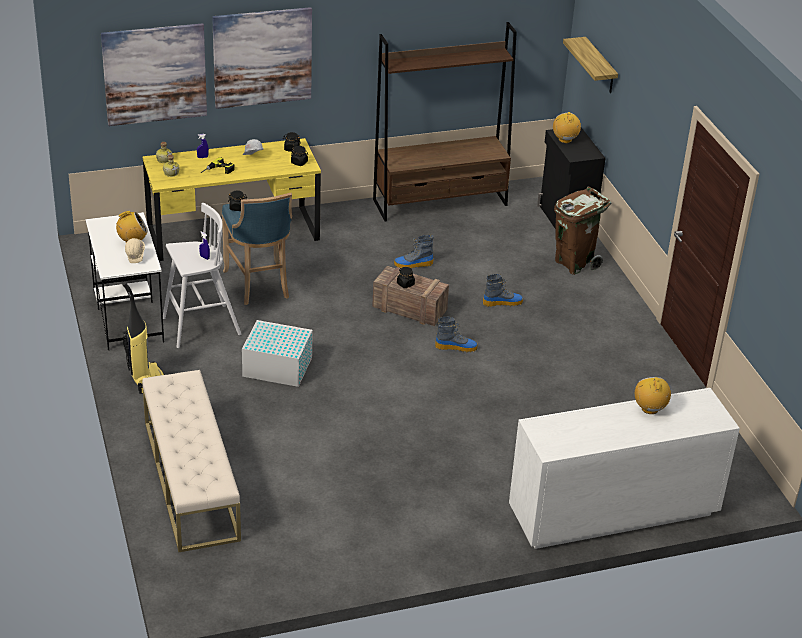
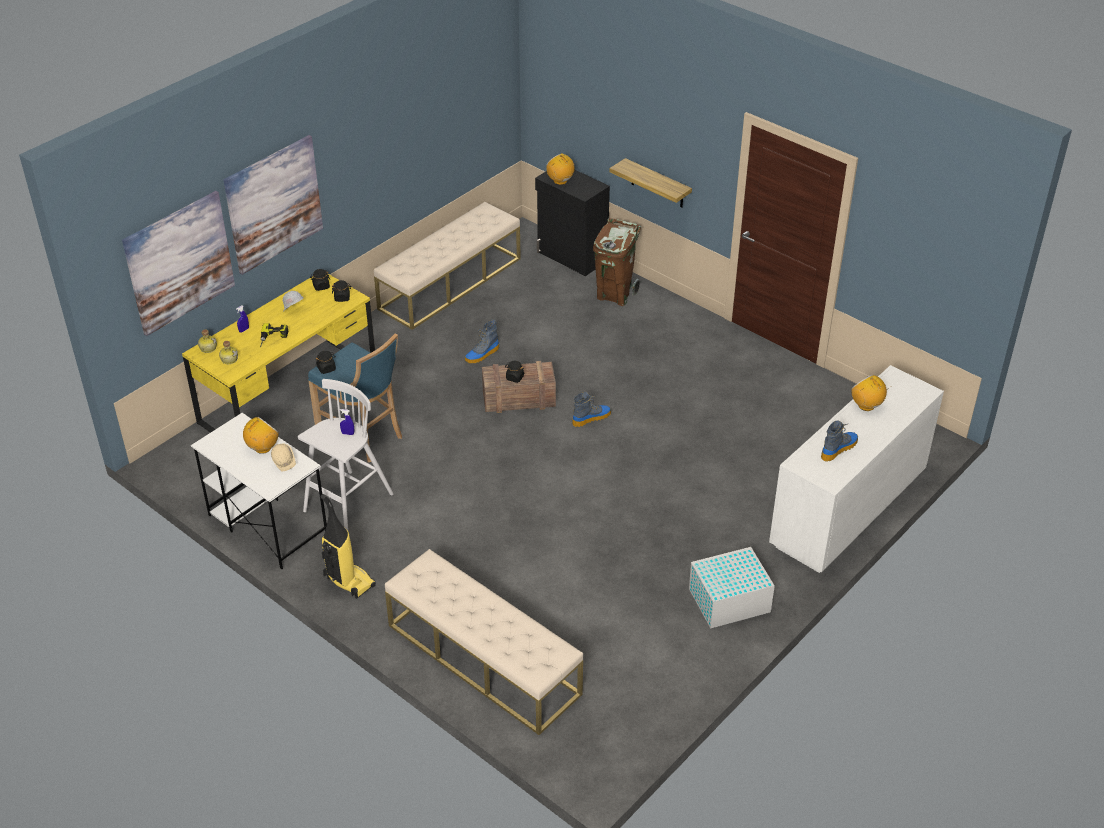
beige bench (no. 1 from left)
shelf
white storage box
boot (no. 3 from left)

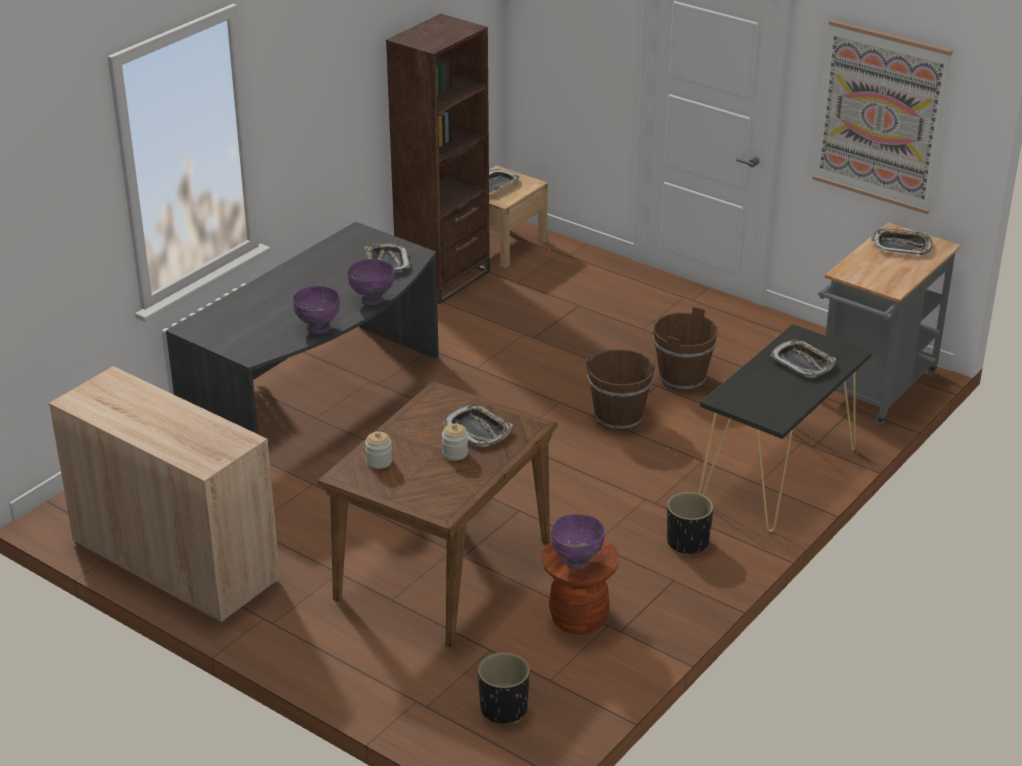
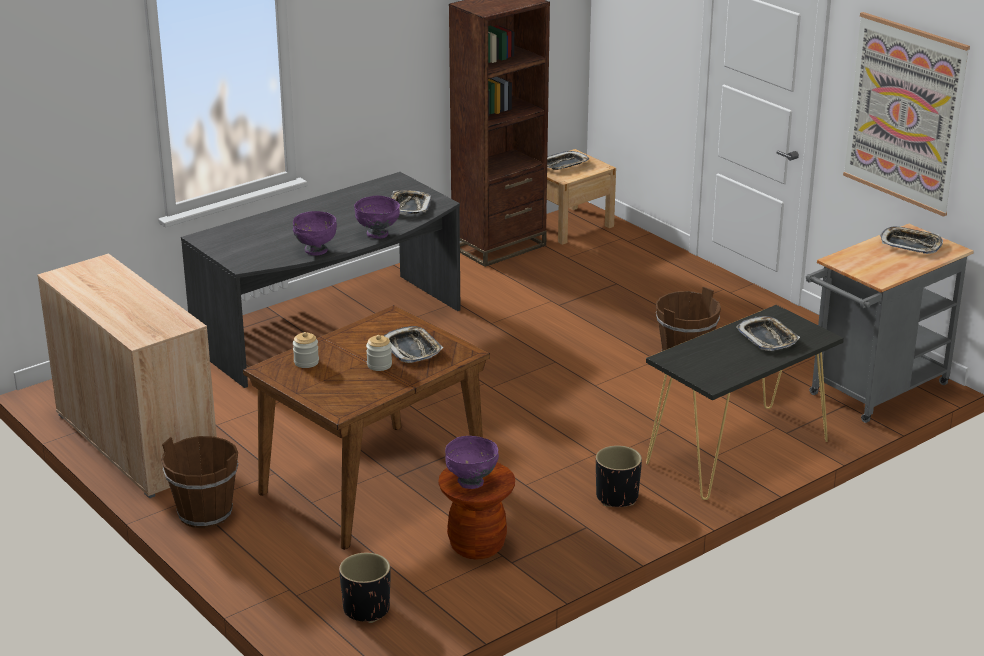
brown bucket (no. 1 from left)

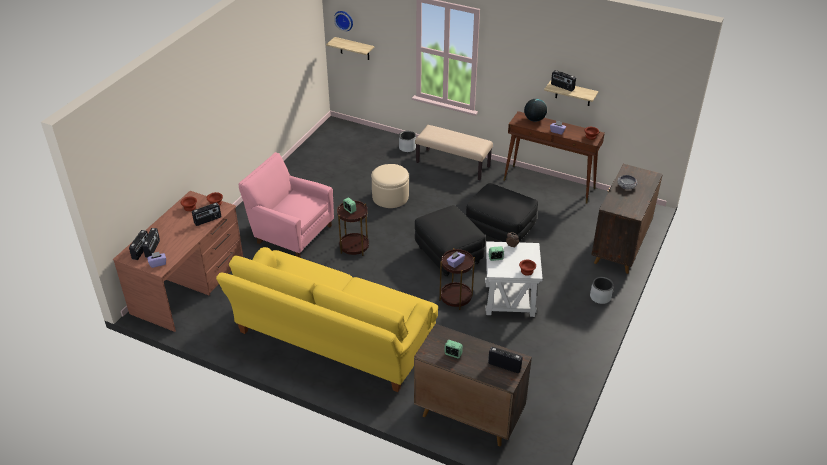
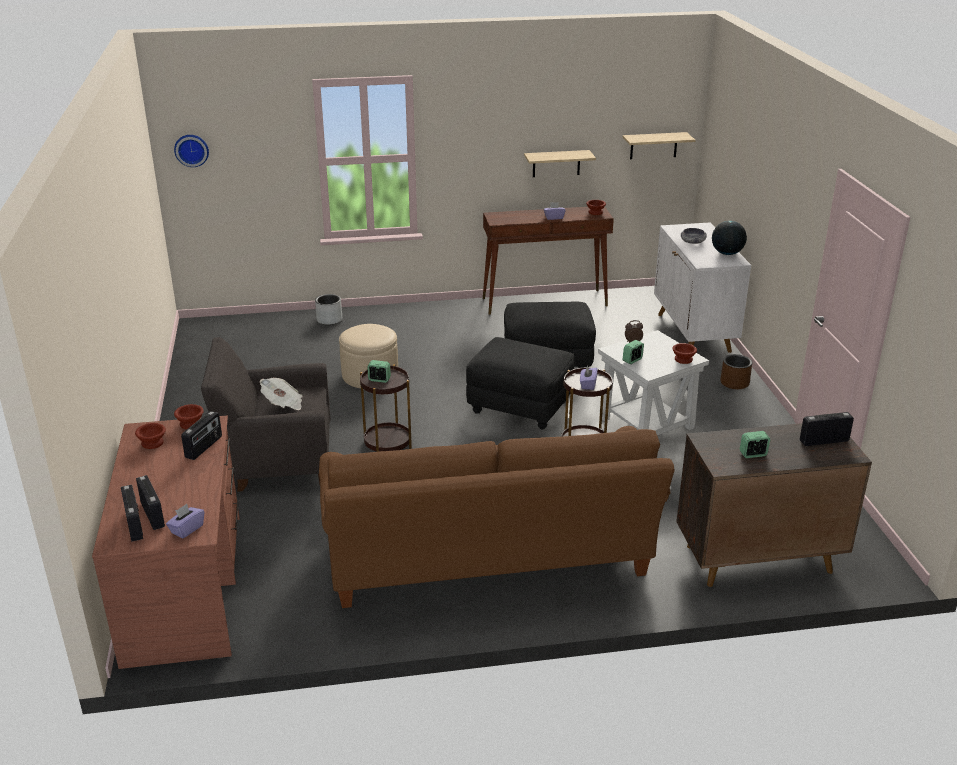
grey armchair
newspaper
brown sofa
shelf (no. 2 from left)
white cabinet
globe
brown planter
beige bench
radio (no. 5 from left in the first image)

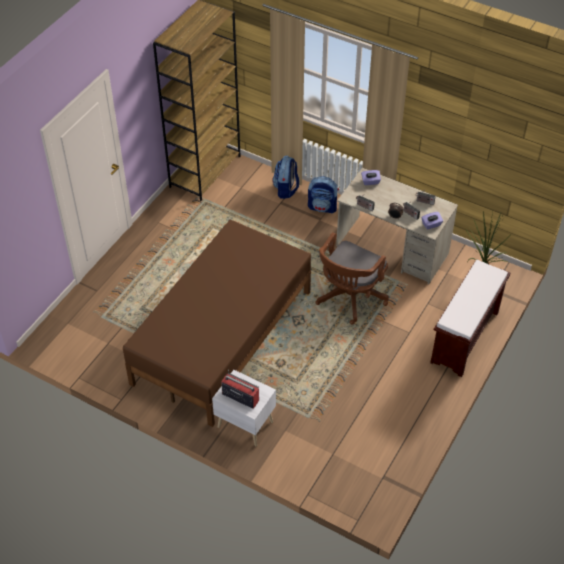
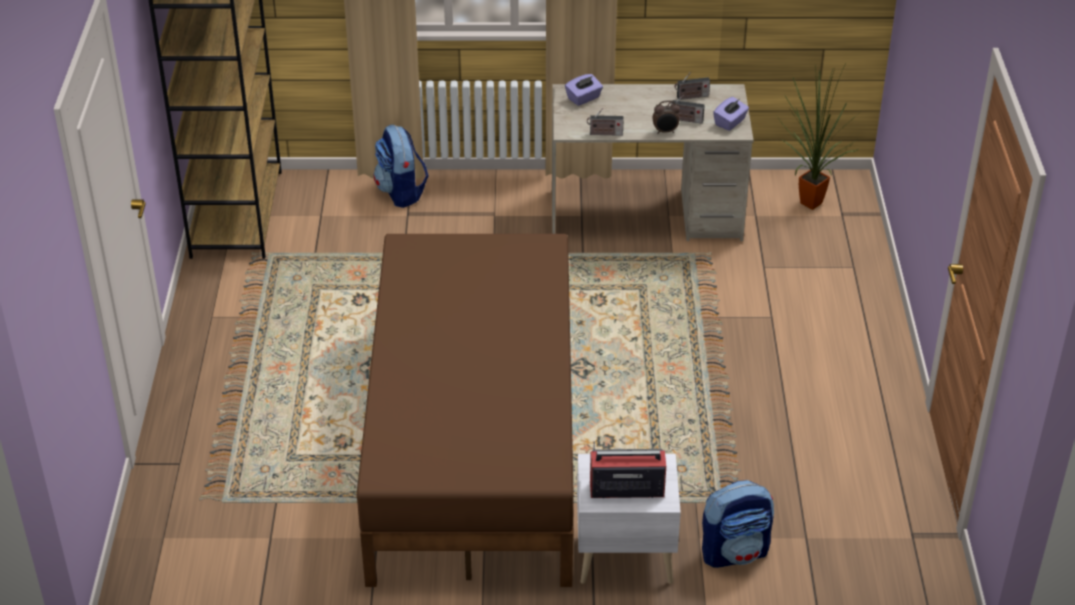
backpack (no. 2 from left)
brown office chair
brown bench

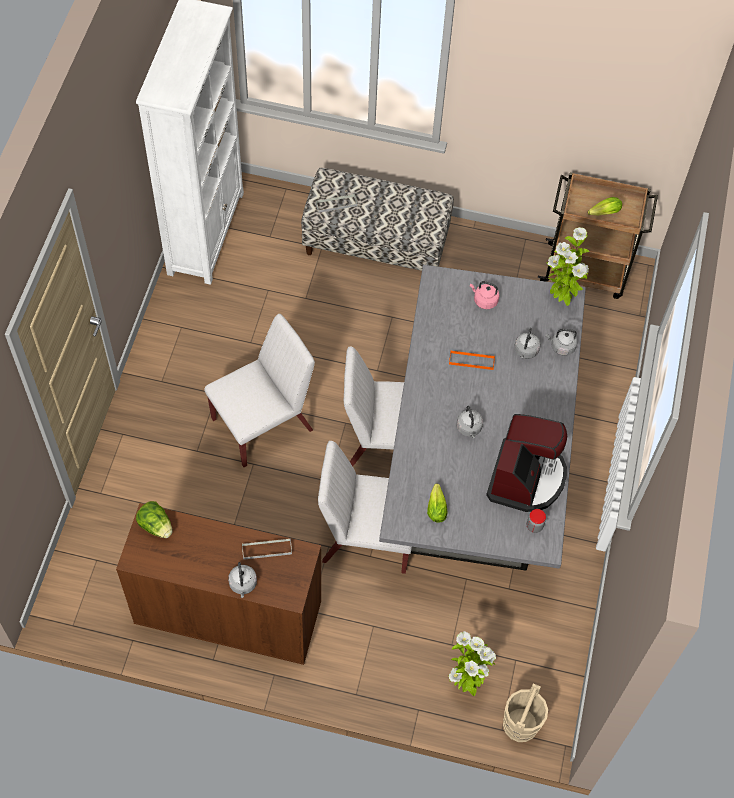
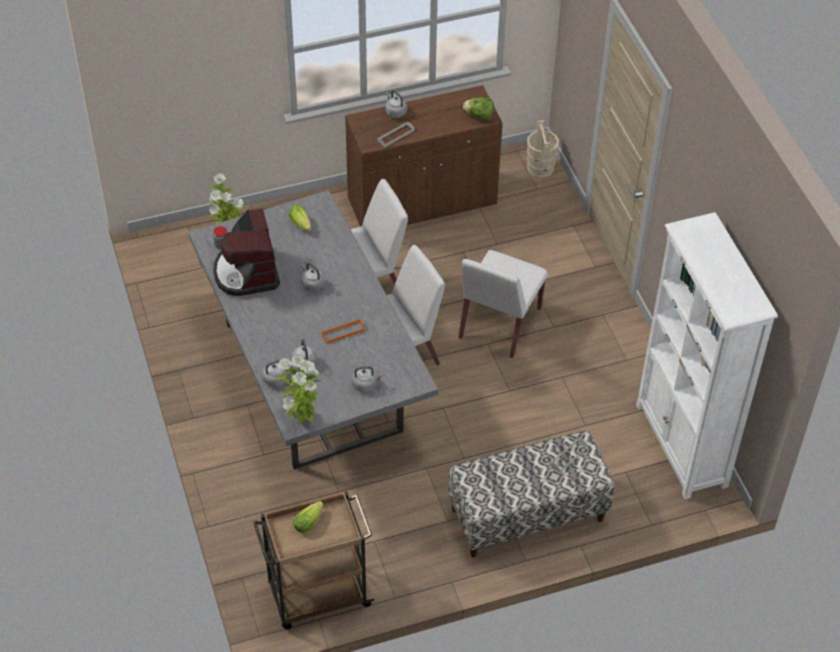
grey kettle (no. 4 from left)
beige bucket

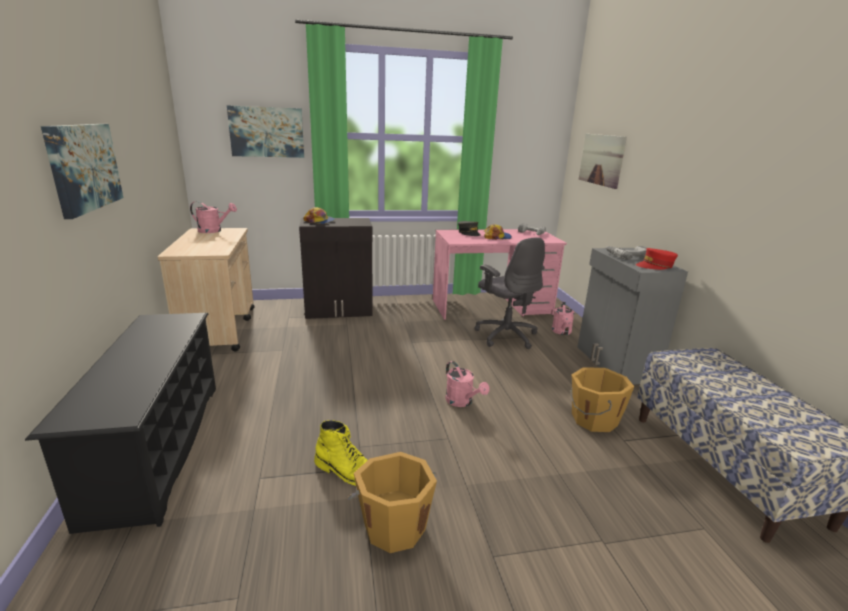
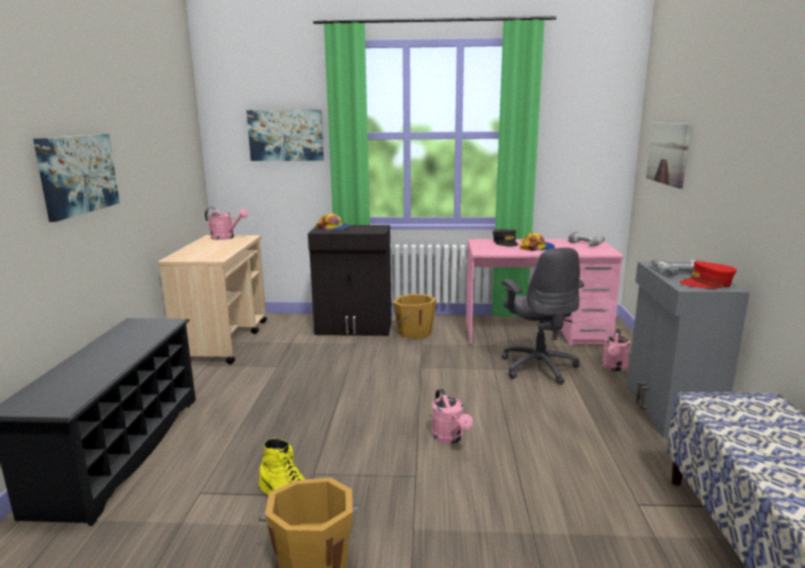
orange bucket (no. 2 from left)

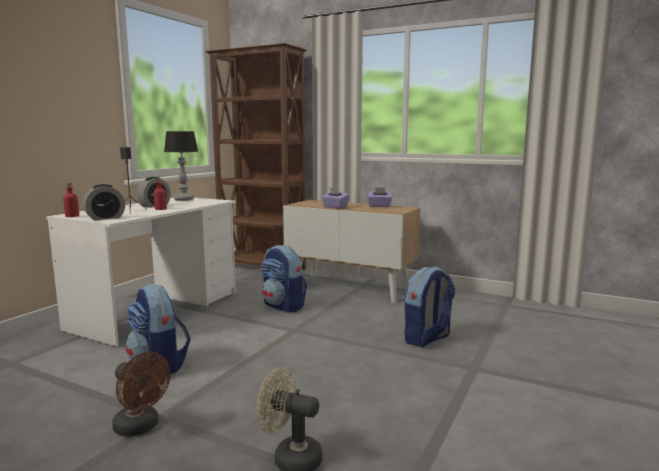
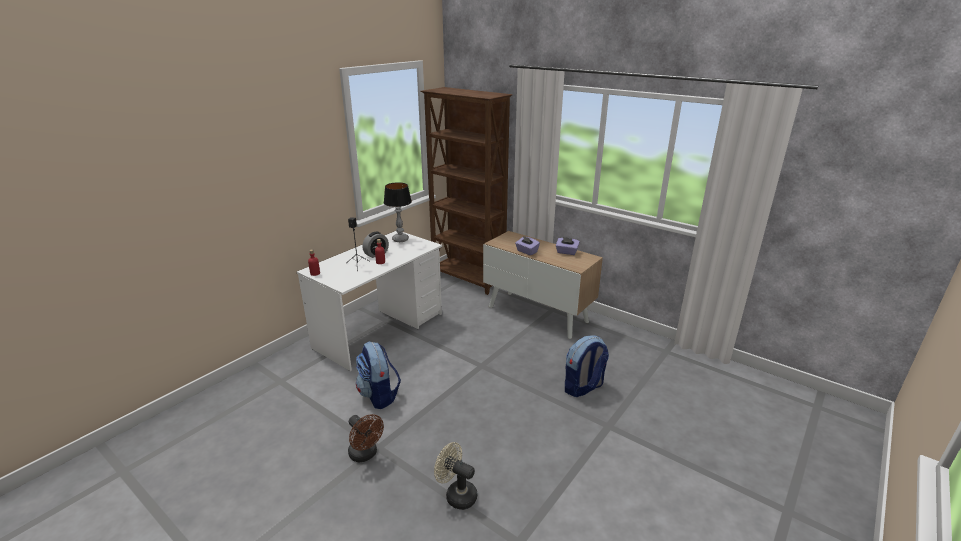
alarm clock (no. 1 from left in the first image)
backpack (no. 2 from left in the first image)

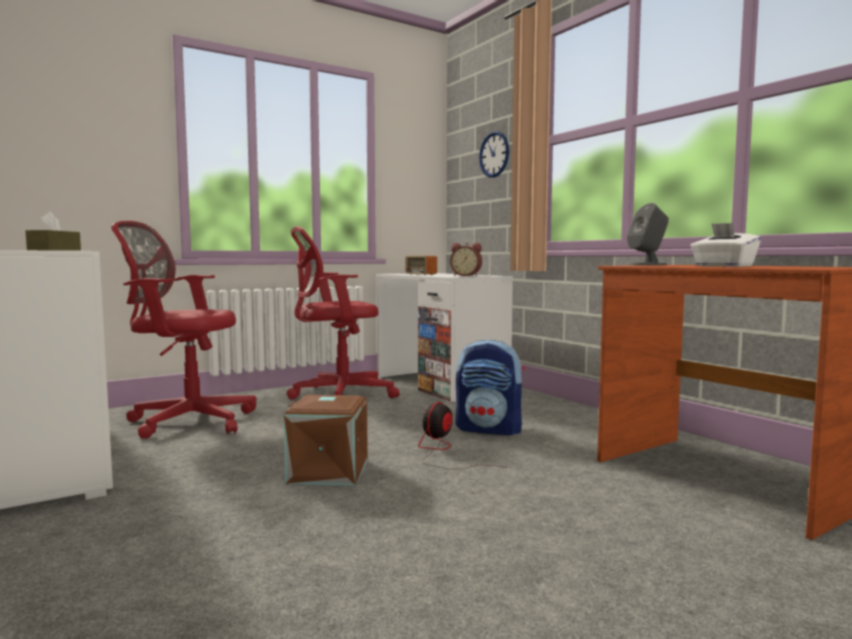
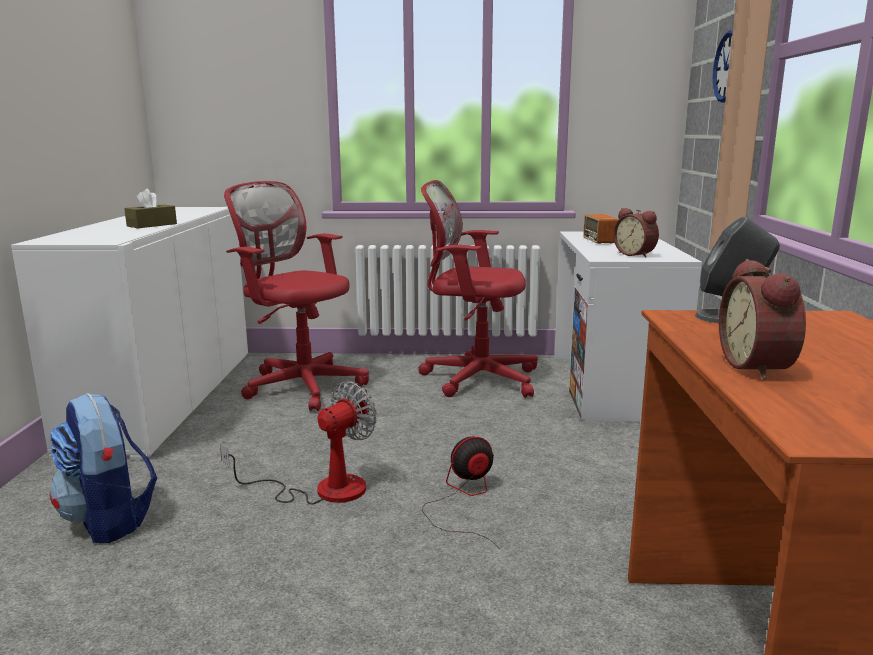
backpack
fan (no. 1 from left)
alarm clock (no. 2 from left)

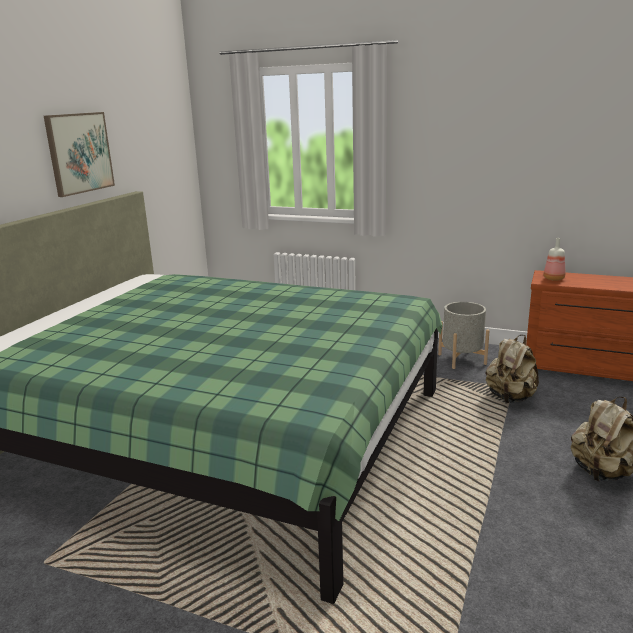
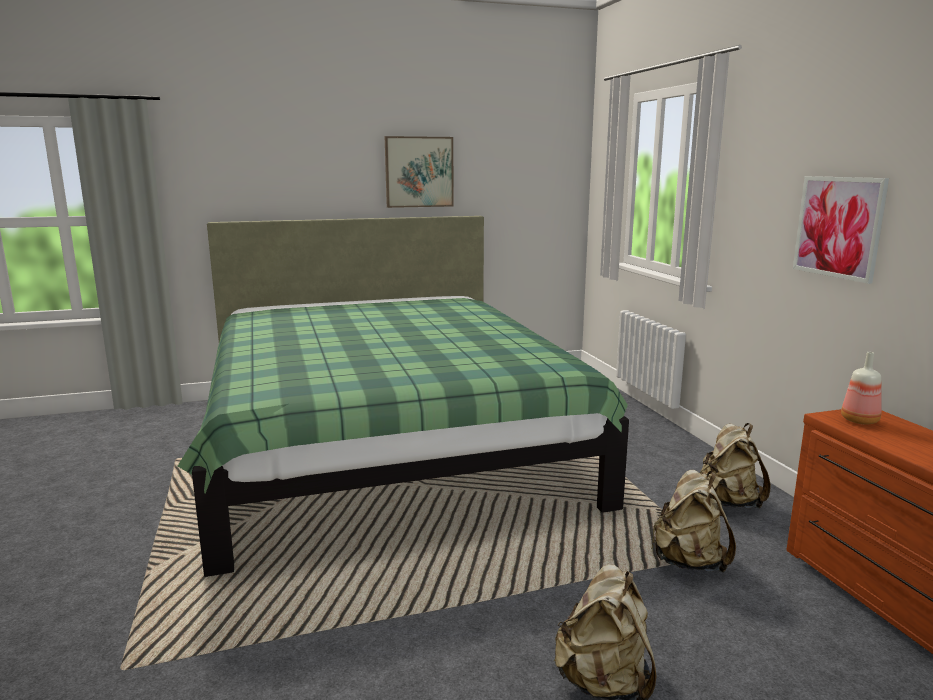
beige backpack (no. 3 from left)
picture (no. 2 from left)

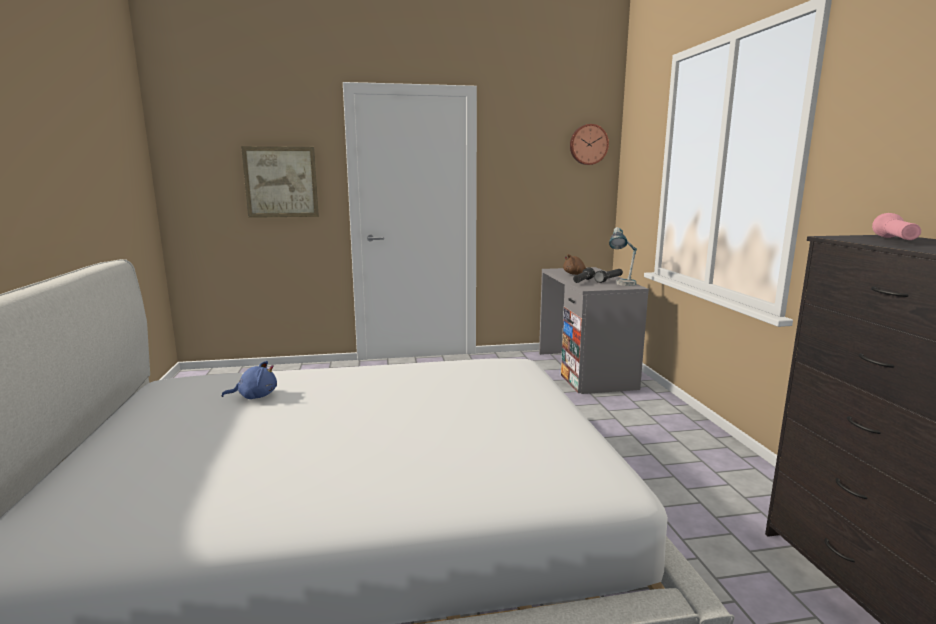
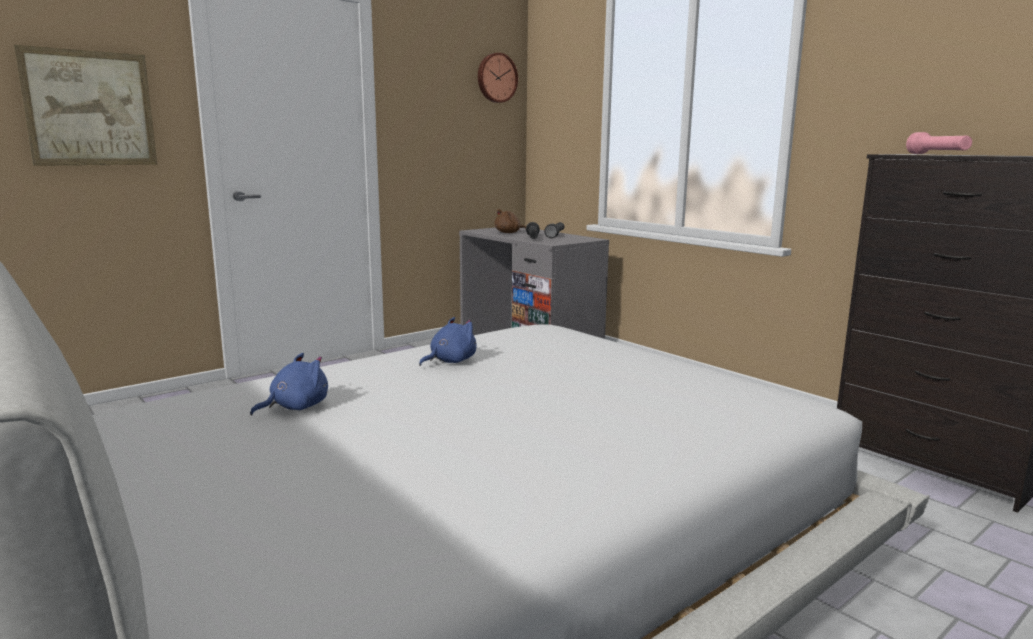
blue plush toy (no. 2 from left)
table lamp

